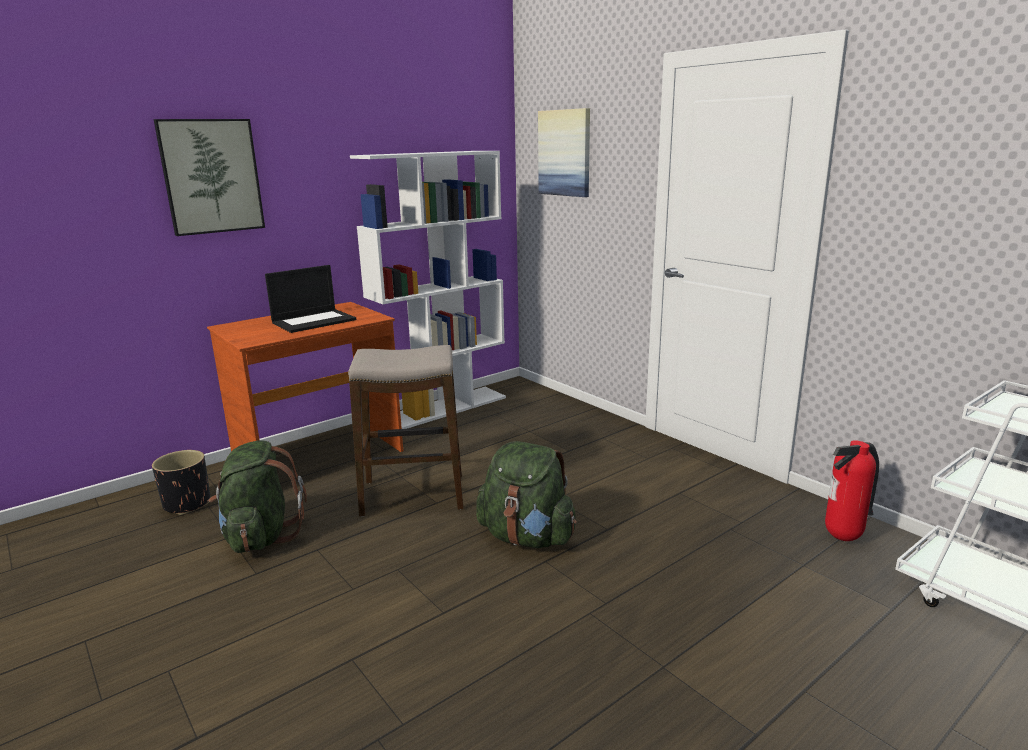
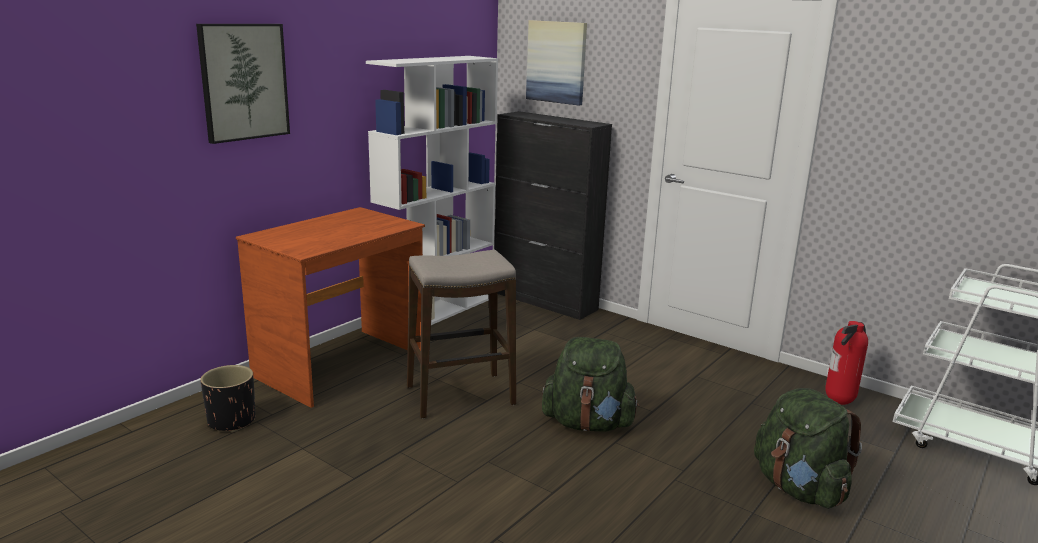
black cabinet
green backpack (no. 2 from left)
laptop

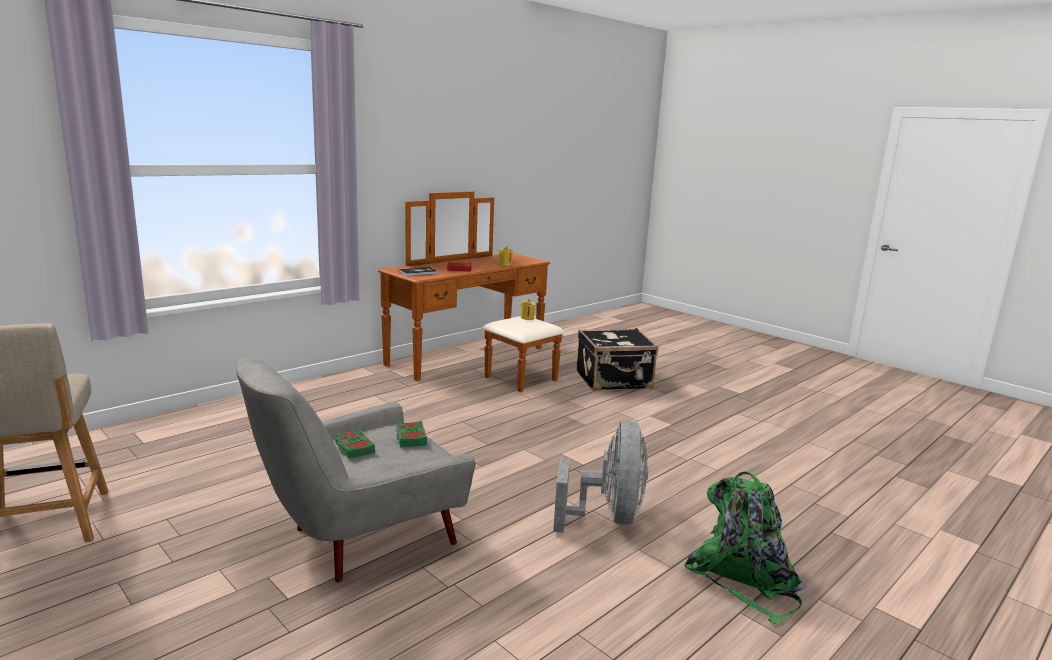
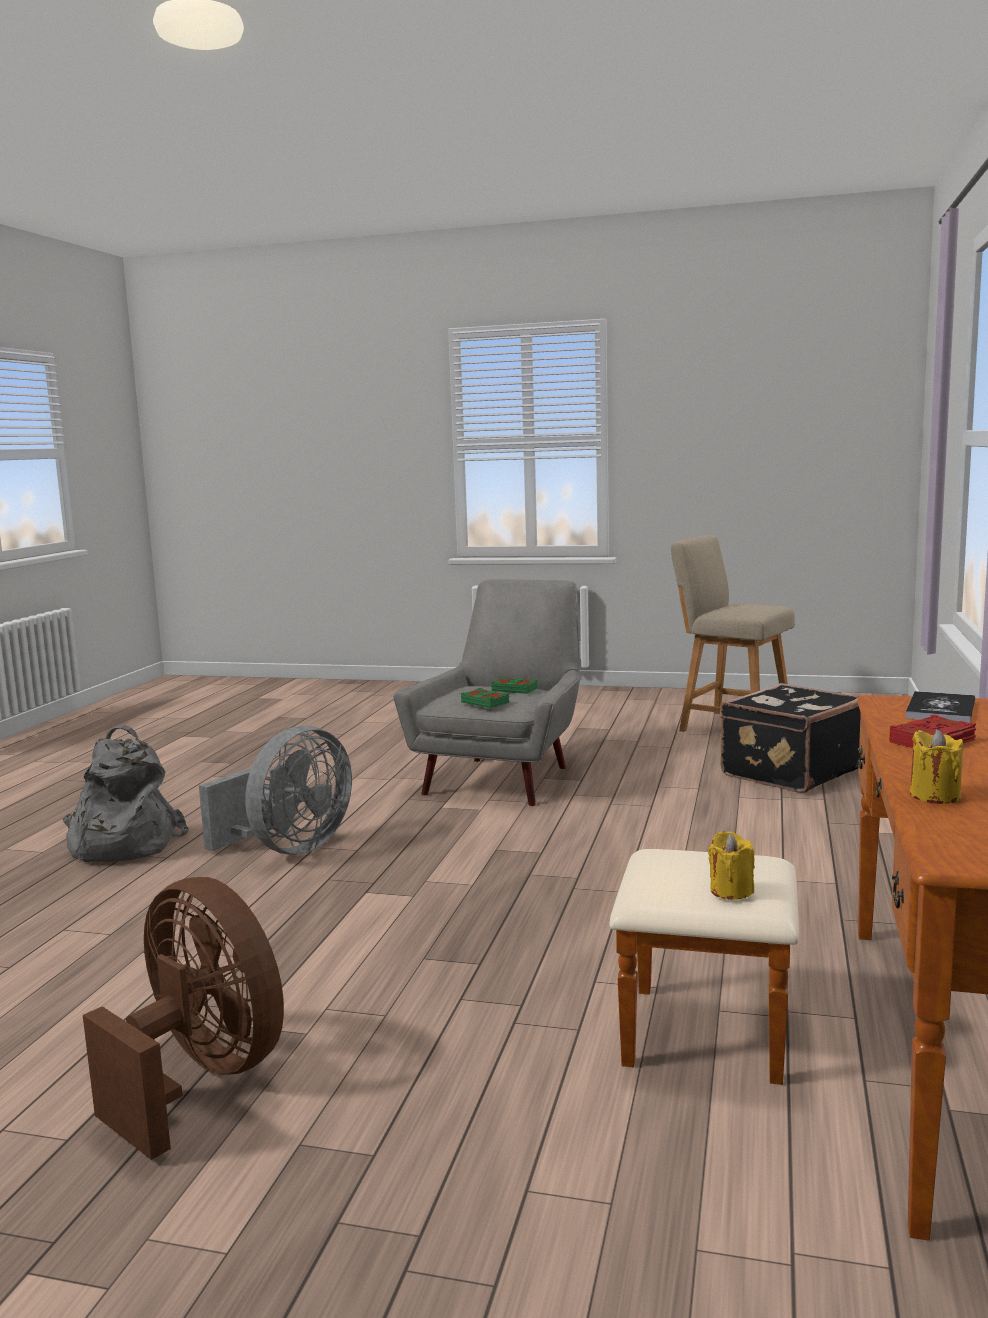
grey backpack
brown fan
grey fan
black suitcase

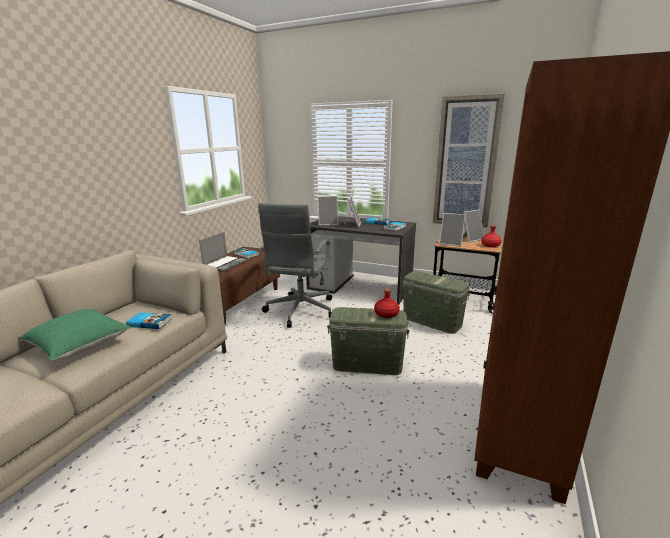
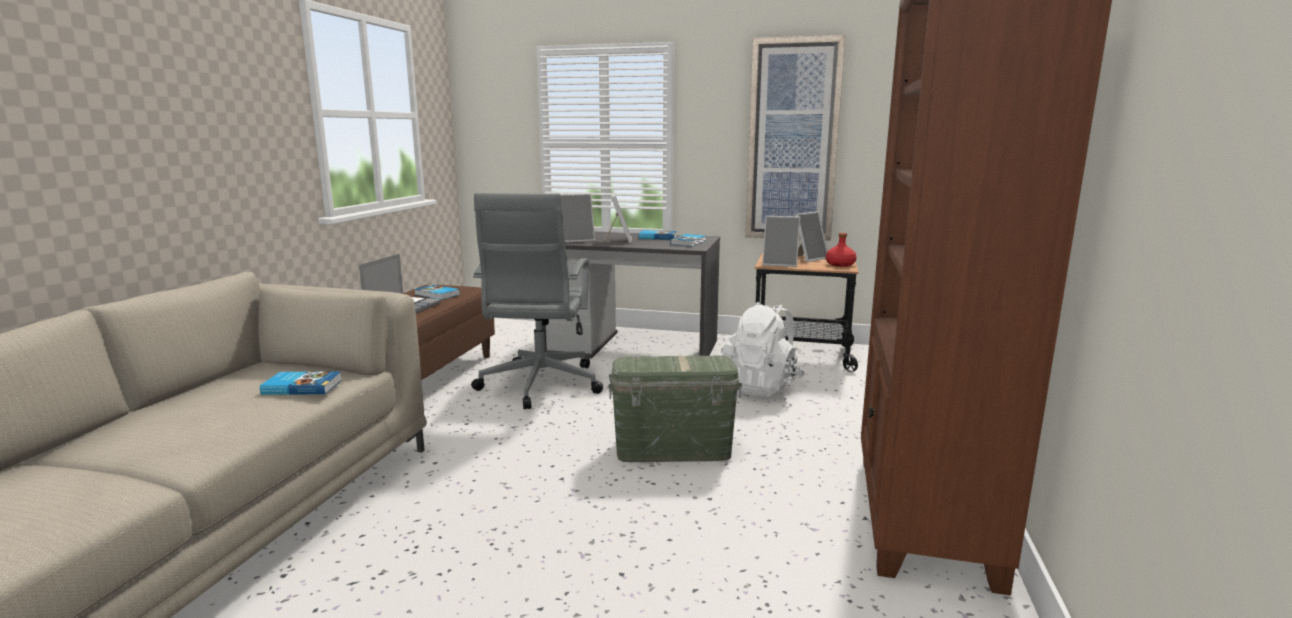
white backpack
green pillow
red bottle (no. 1 from left in the first image)

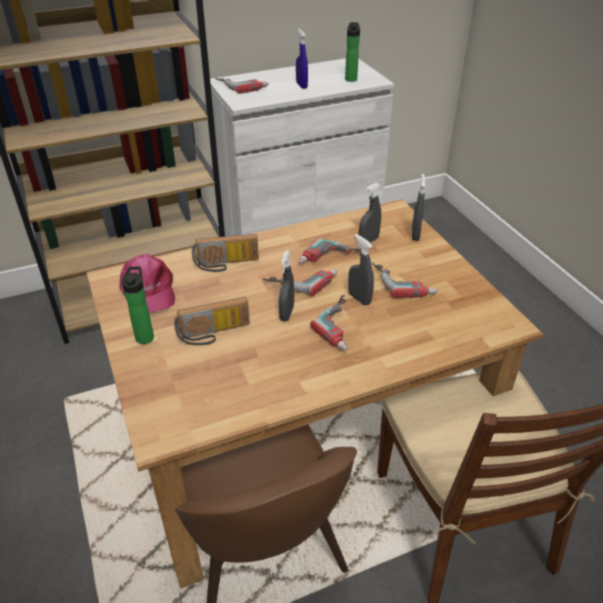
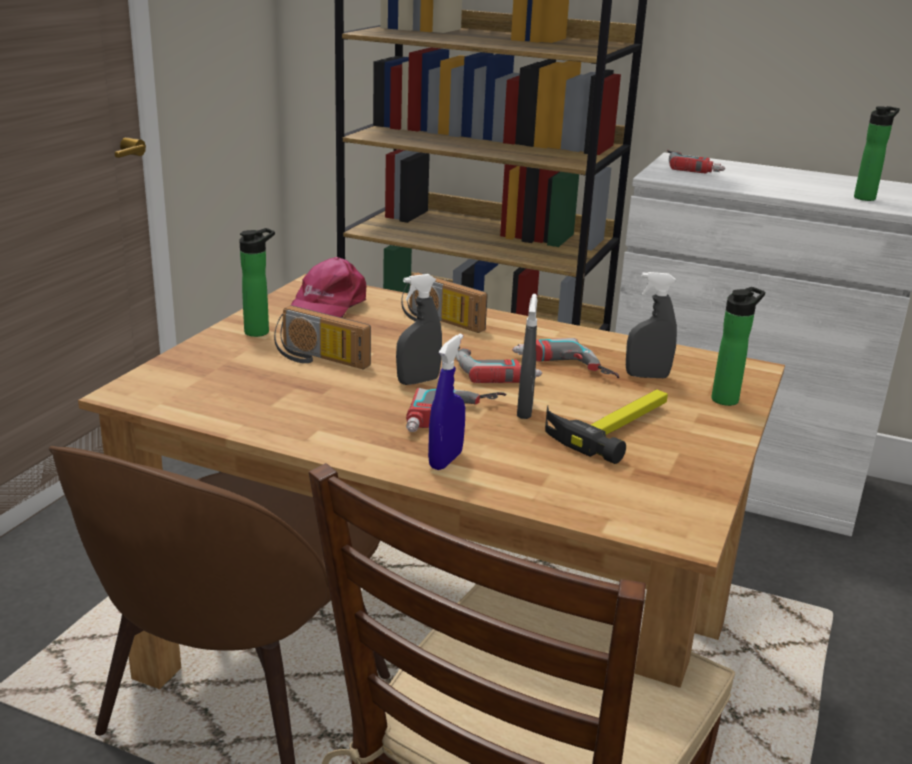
blue spray bottle
hammer
bottle (no. 2 from left)

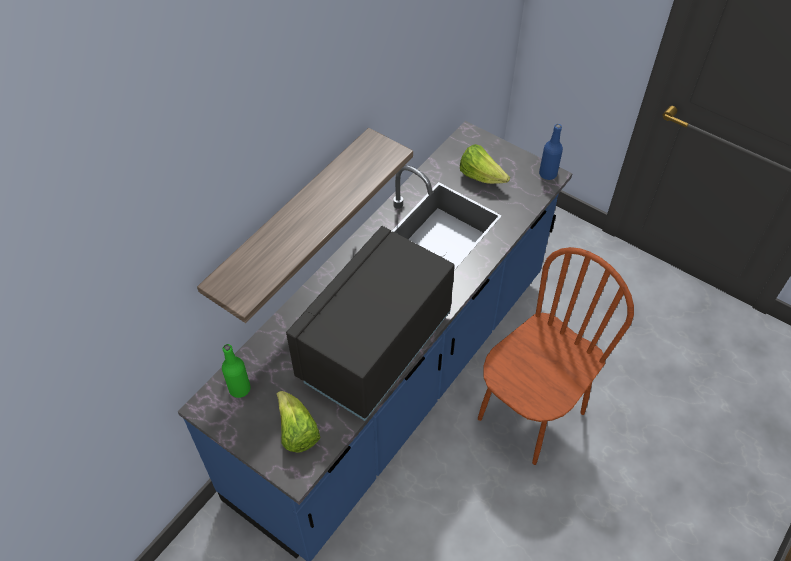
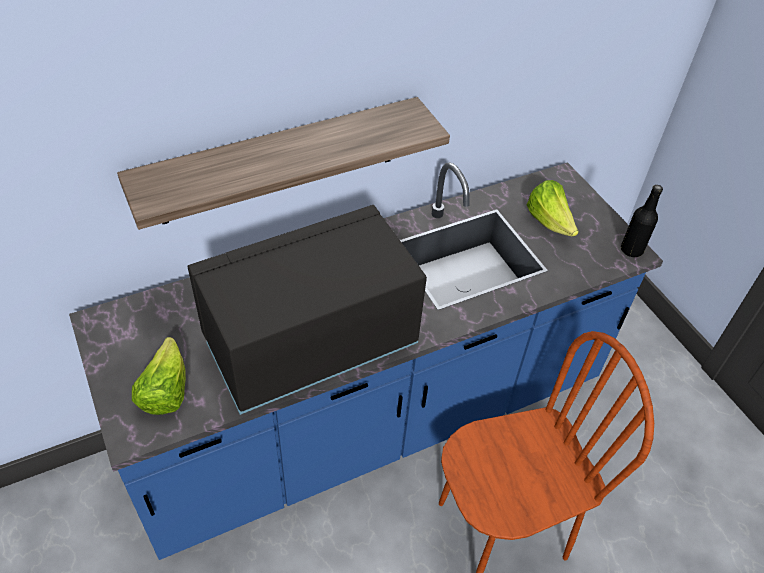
black bottle
green bottle

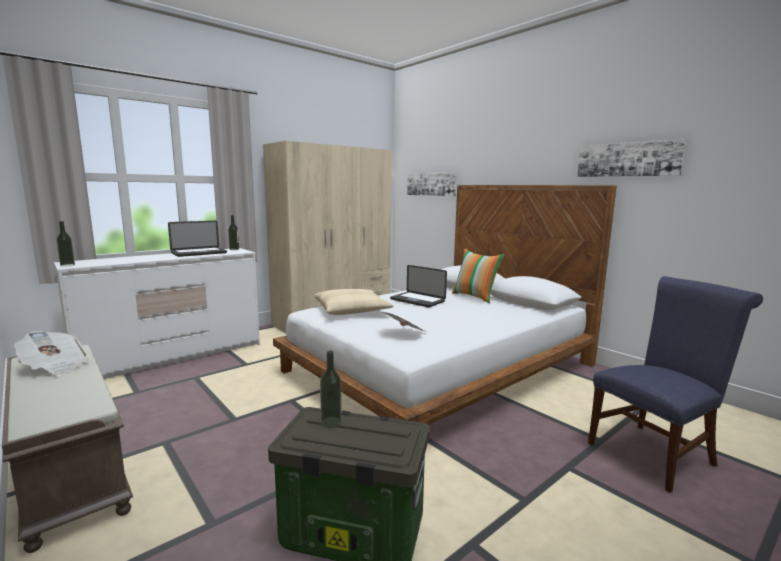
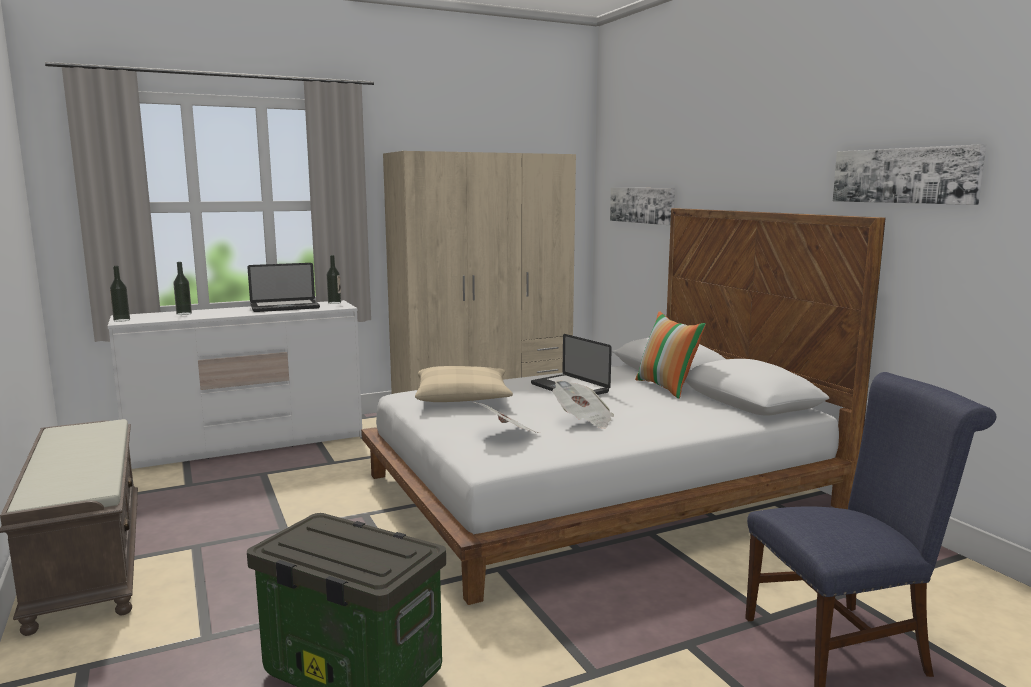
bottle (no. 2 from left)
newspaper (no. 2 from left)

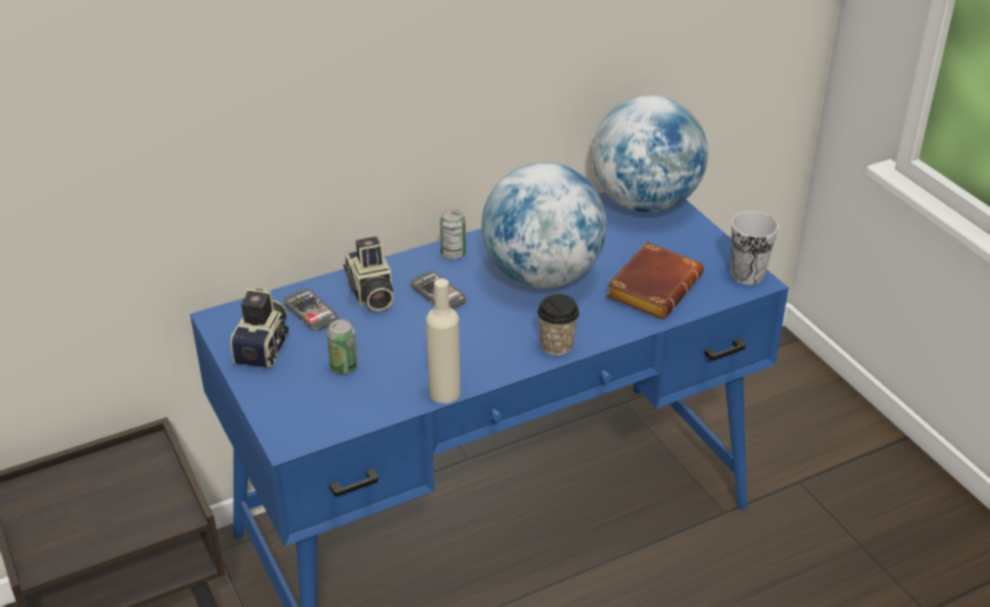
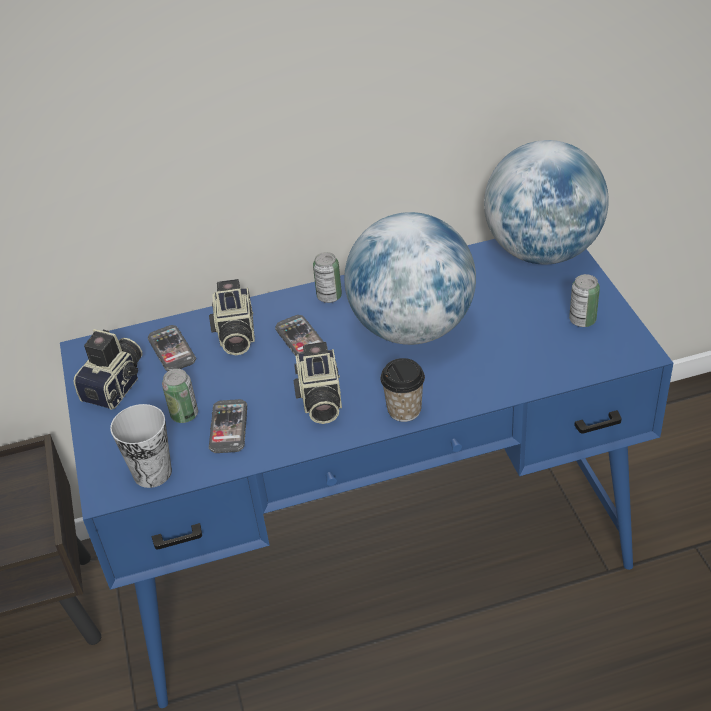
cup (no. 1 from left)
phone (no. 2 from left)
photo camera (no. 3 from left)
can (no. 3 from left)
beige bottle
brown book

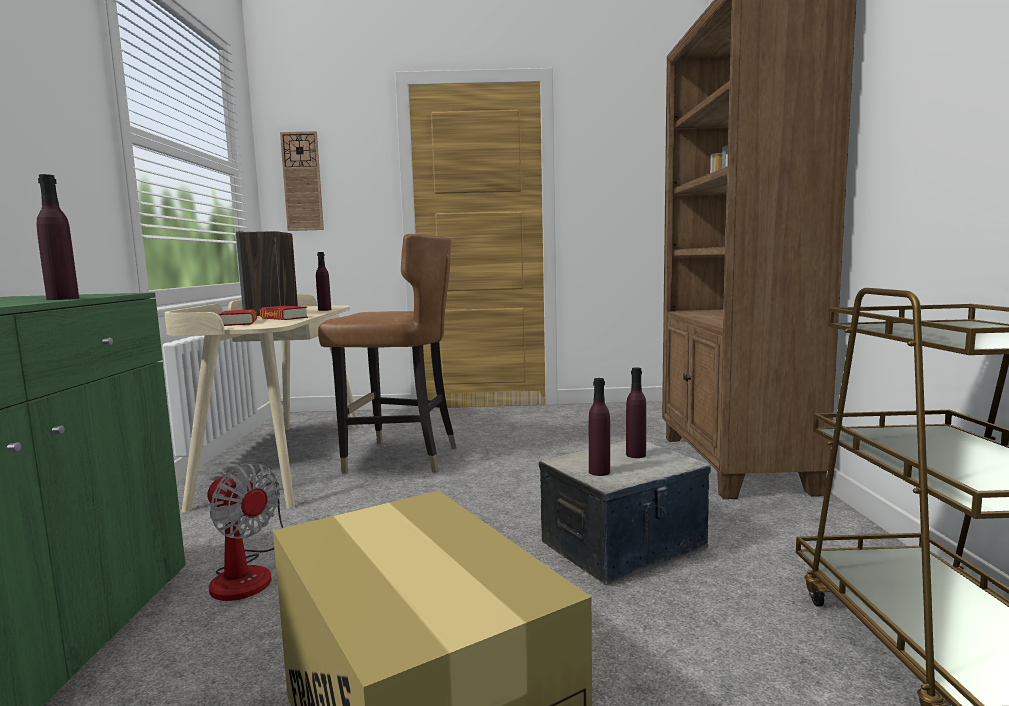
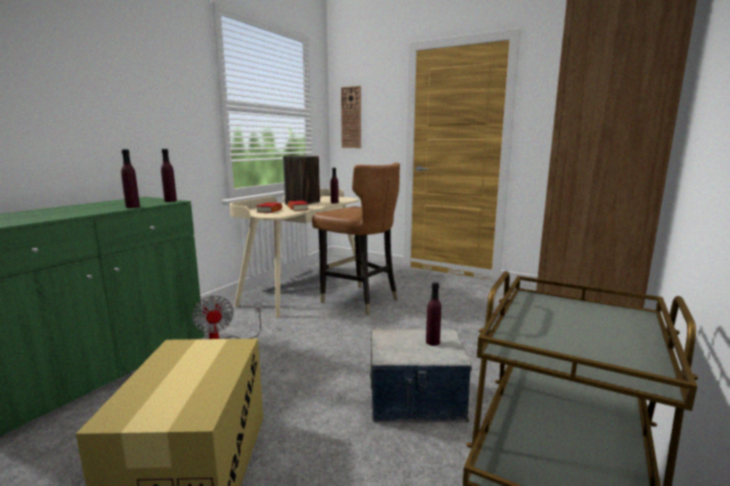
purple bottle (no. 2 from left)

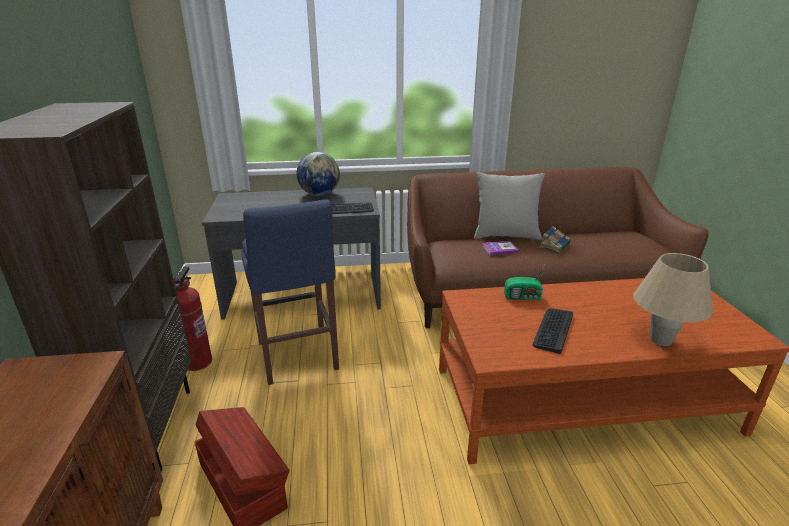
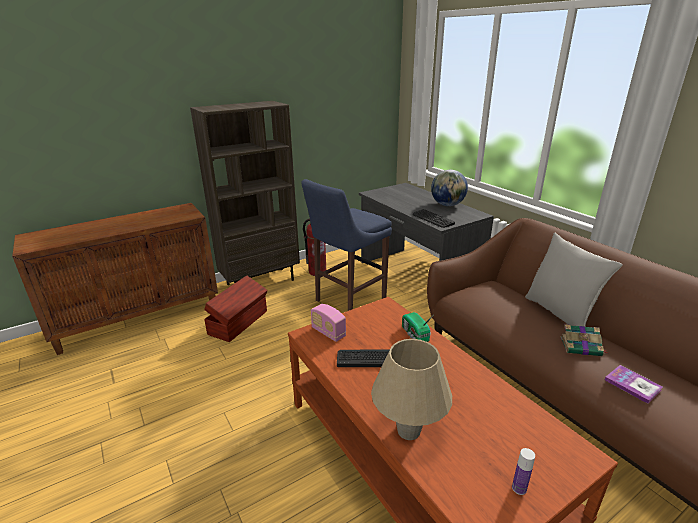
radio (no. 1 from left)
bottle
book (no. 2 from left)

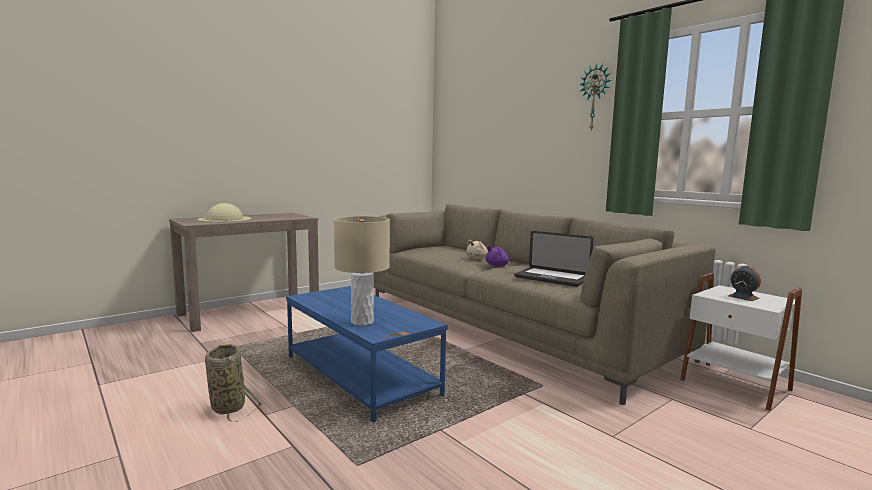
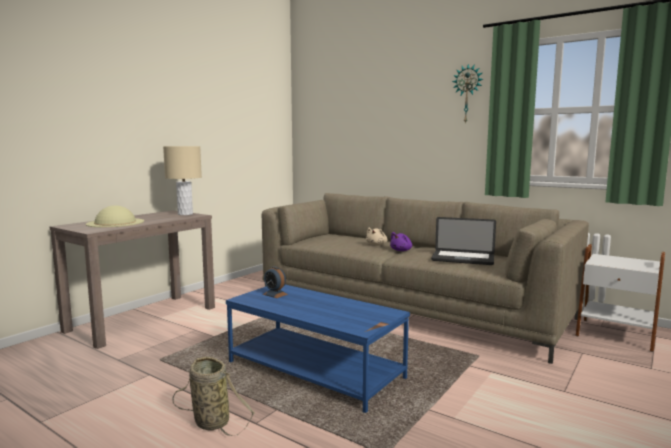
beige table lamp
alarm clock

